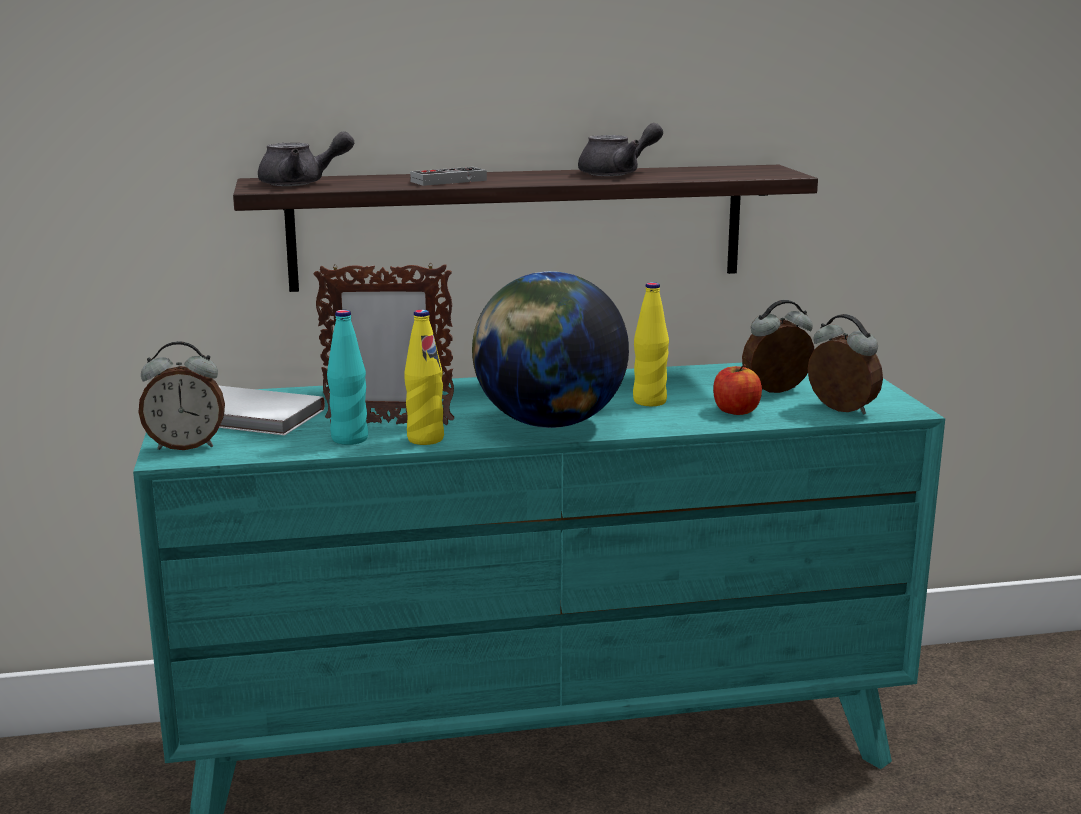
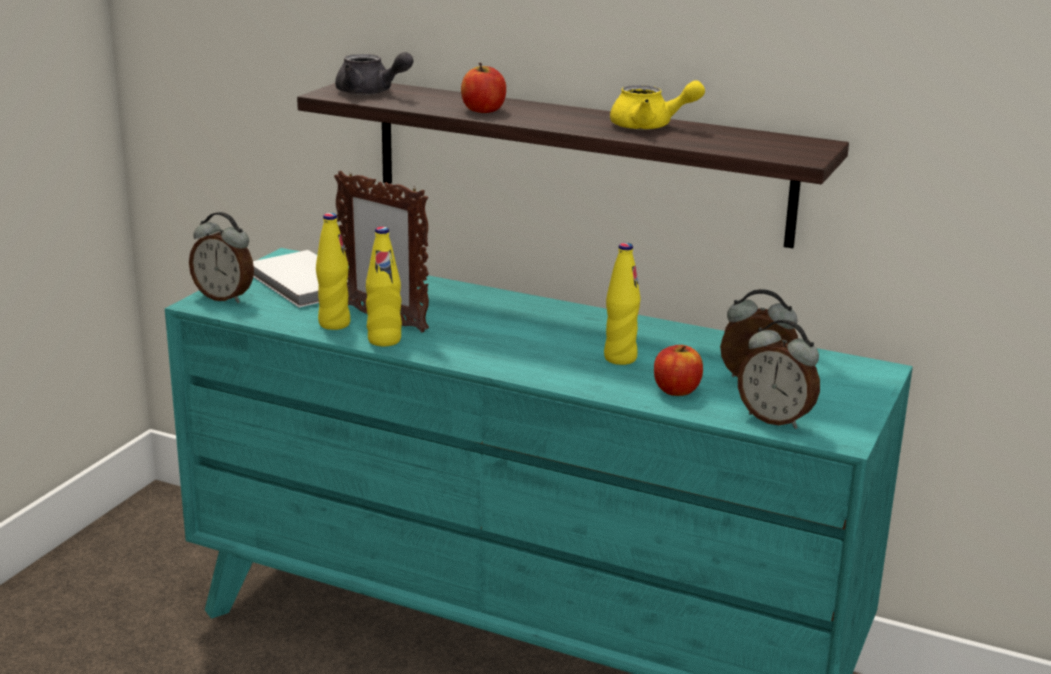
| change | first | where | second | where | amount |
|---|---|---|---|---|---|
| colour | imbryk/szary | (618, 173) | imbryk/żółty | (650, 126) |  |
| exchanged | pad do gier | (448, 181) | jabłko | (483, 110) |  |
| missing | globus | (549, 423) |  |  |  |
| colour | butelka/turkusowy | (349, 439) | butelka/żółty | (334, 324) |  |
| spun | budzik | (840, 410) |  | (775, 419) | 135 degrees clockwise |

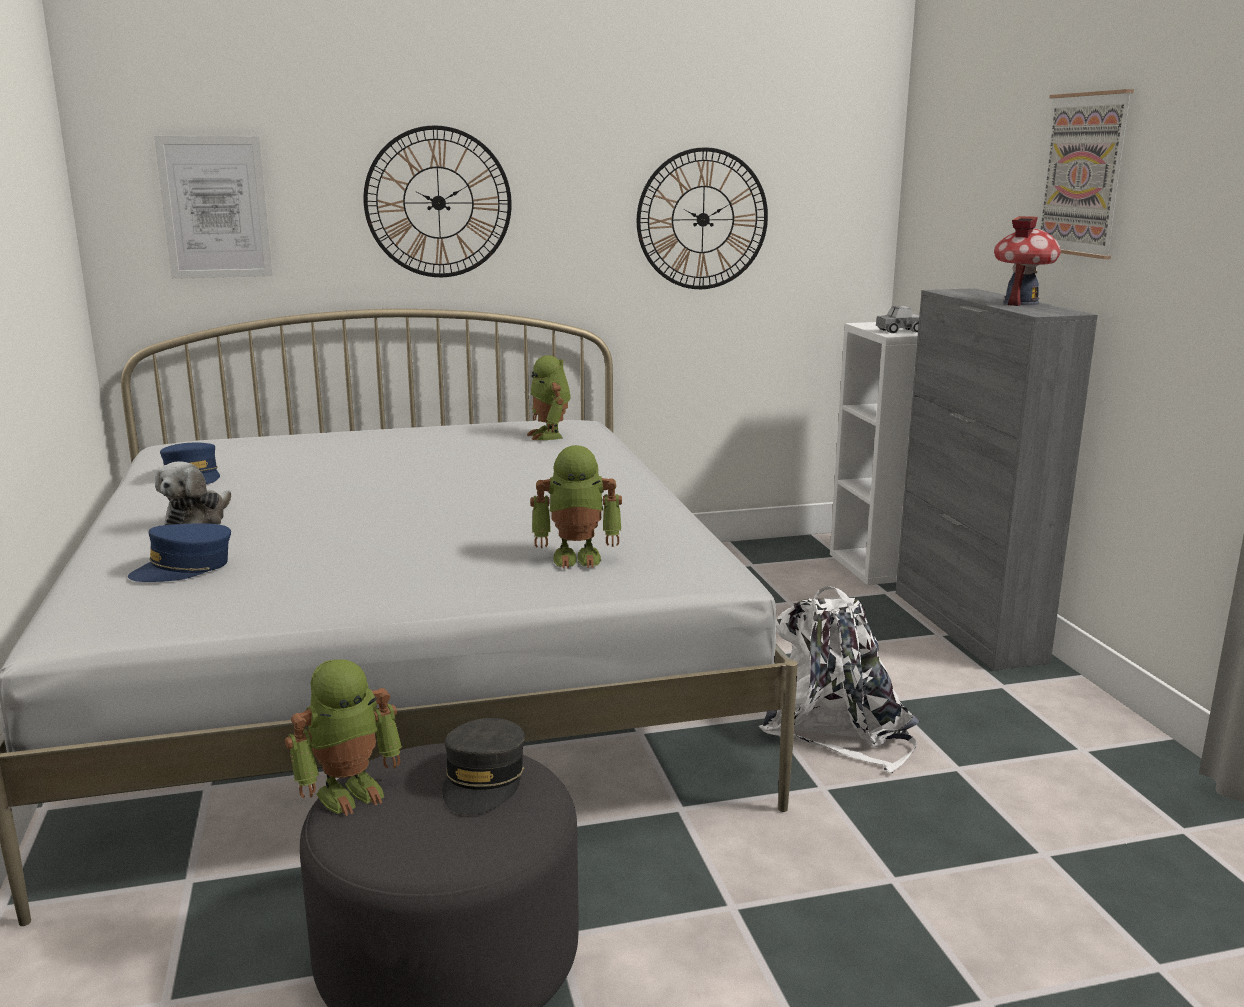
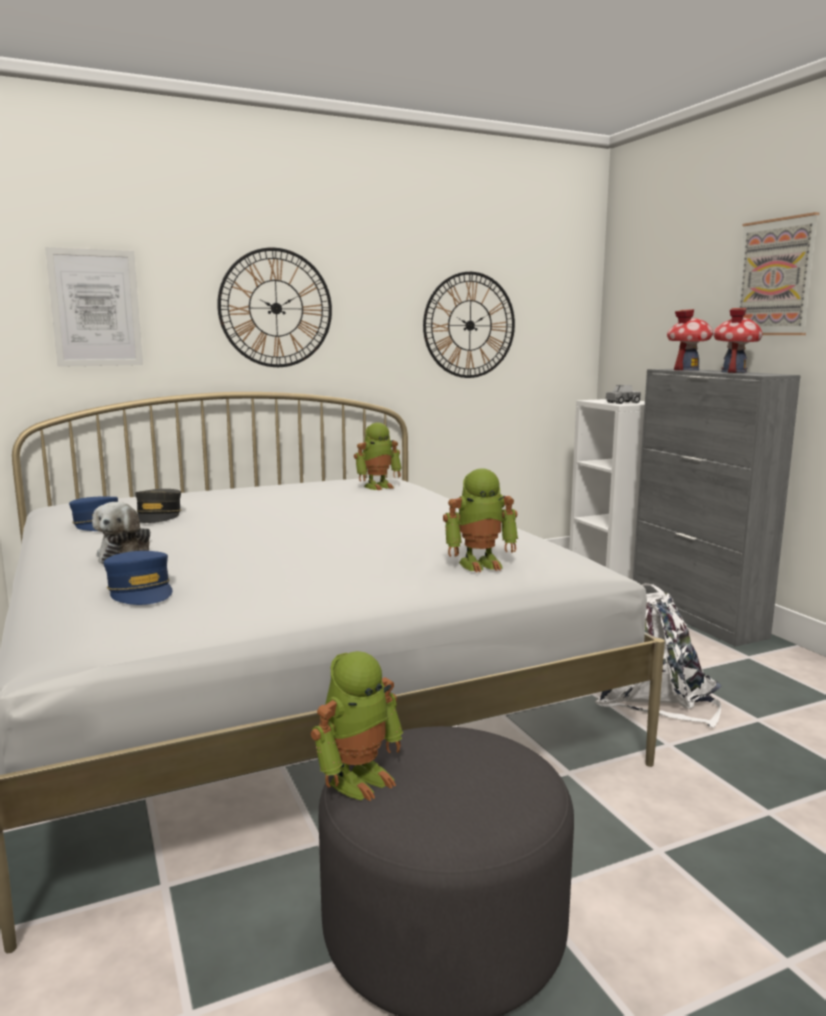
| change | first | where | second | where | amount |
|---|---|---|---|---|---|
| spun | robot zabawkowy | (550, 435) |  | (378, 486) | 90 degrees counterclockwise |
| spun | czapka z daszkiem/niebieski | (184, 568) |  | (141, 591) | 75 degrees counterclockwise |
| relocated | czapka z daszkiem/szary | (483, 781) |  | (158, 516) |  |
| appeared |  |  | domek | (686, 370) |  |

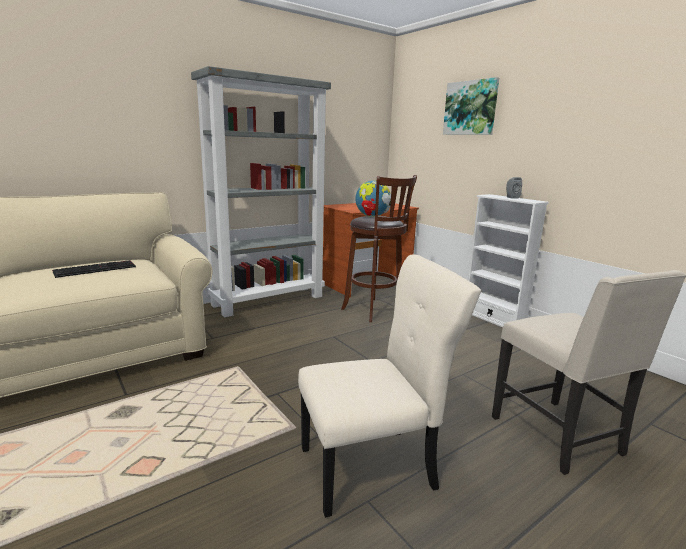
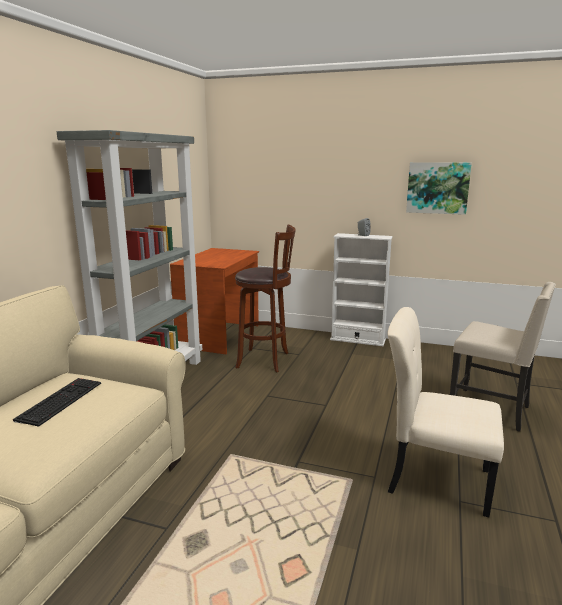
| change | first | where | second | where | amount |
|---|---|---|---|---|---|
| relocated | obraz | (470, 108) |  | (437, 188) |  |
| missing | globus | (372, 217) |  |  |  |
| spun | krzesło/beżowy | (372, 467) |  | (434, 479) | 105 degrees counterclockwise |

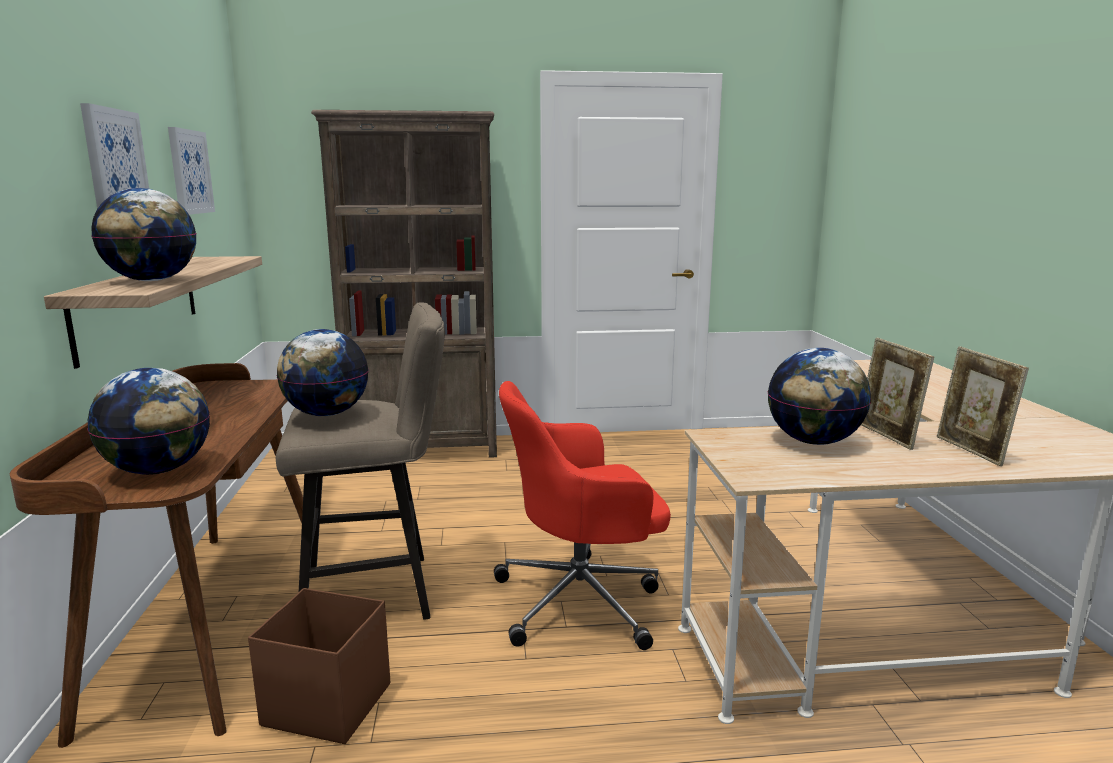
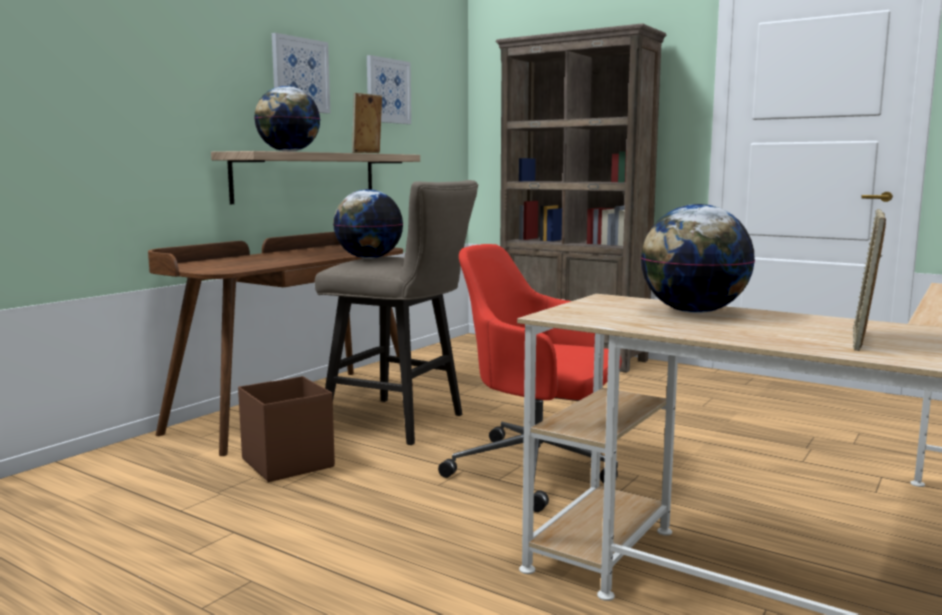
| change | first | where | second | where | amount |
|---|---|---|---|---|---|
| relocated | ramka na zdjęcie | (887, 436) |  | (367, 153) |  |
| missing | globus | (158, 470) |  |  |  |

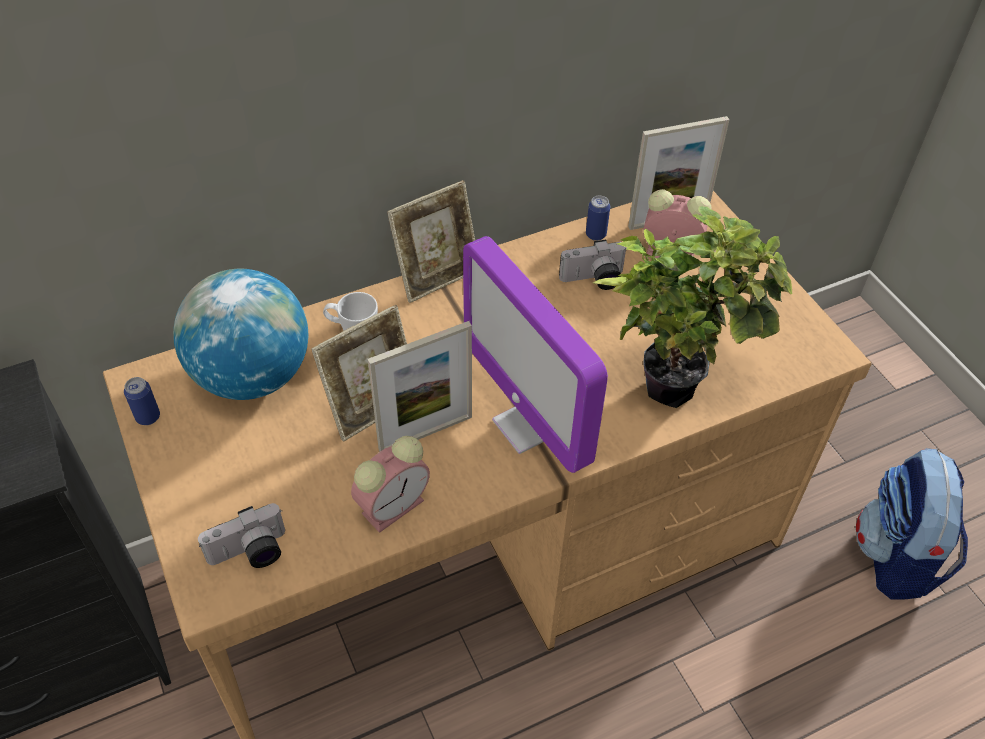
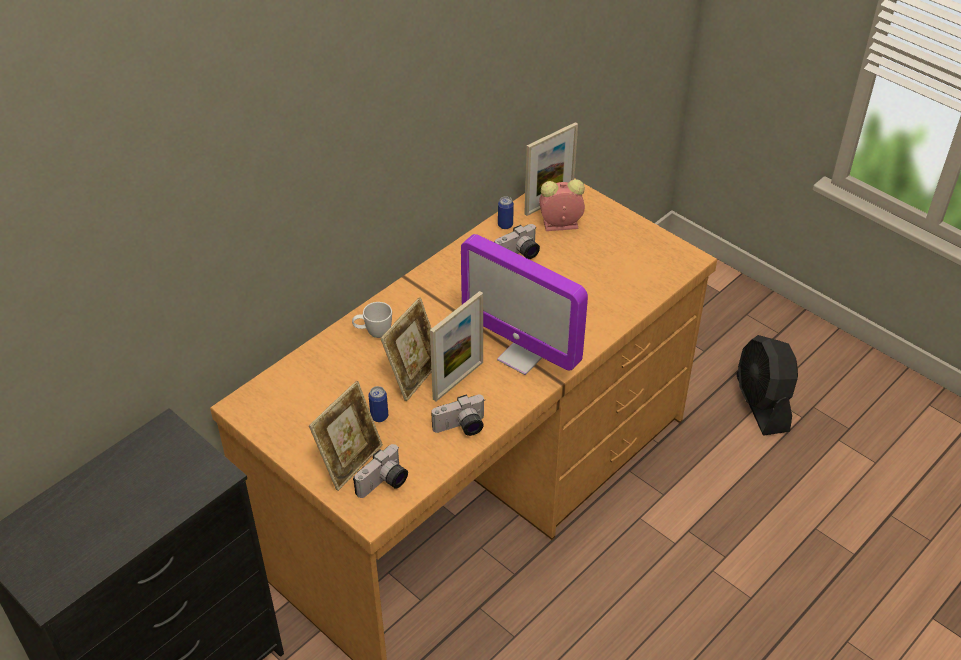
| change | first | where | second | where | amount |
|---|---|---|---|---|---|
| relocated | ramka na zdjęcie | (437, 276) |  | (350, 461) |  |
| missing | roślina doniczkowa | (674, 380) |  |  |  |
| missing | globus | (252, 375) |  |  |  |
| relocated | puszka | (148, 417) |  | (379, 416) |  |
| exchanged | budzik | (394, 505) | aparat fotograficzny | (461, 428) |  |
| exchanged | plecak | (896, 557) | wentylator/czarny | (762, 404) |  |

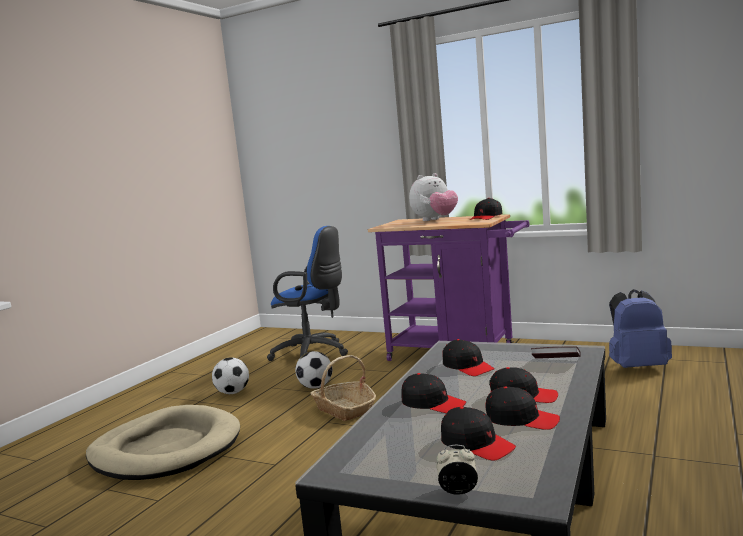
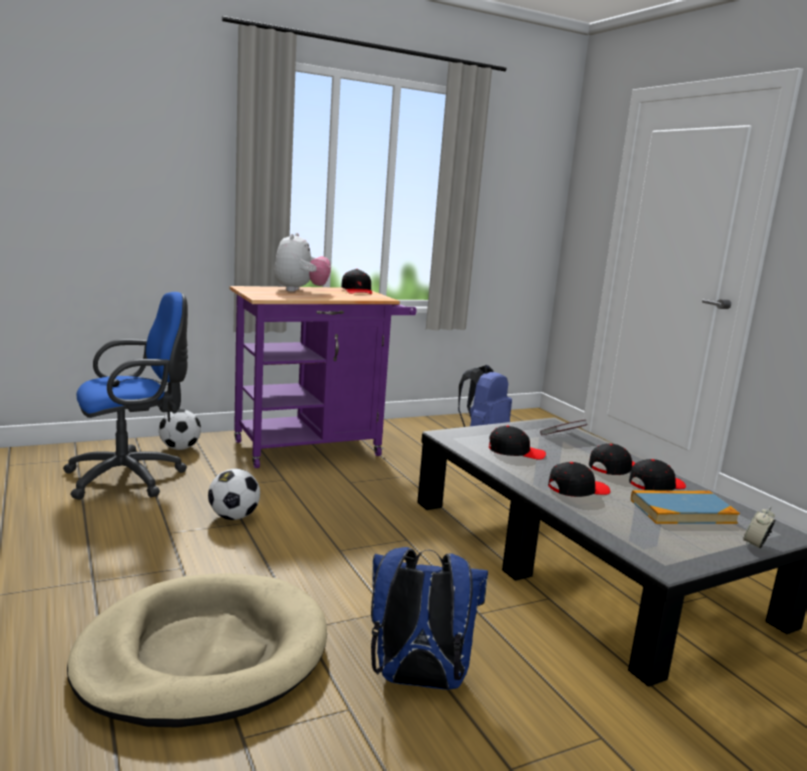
| change | first | where | second | where | amount |
|---|---|---|---|---|---|
| missing | koszyk | (345, 409) |  |  |  |
| relocated | piłka futbolowa | (233, 393) |  | (180, 448) |  |
| exchanged | czapka z daszkiem/czarny | (476, 444) | książka | (682, 511) |  |
| appeared |  |  | plecak/niebieski | (417, 681) |  |

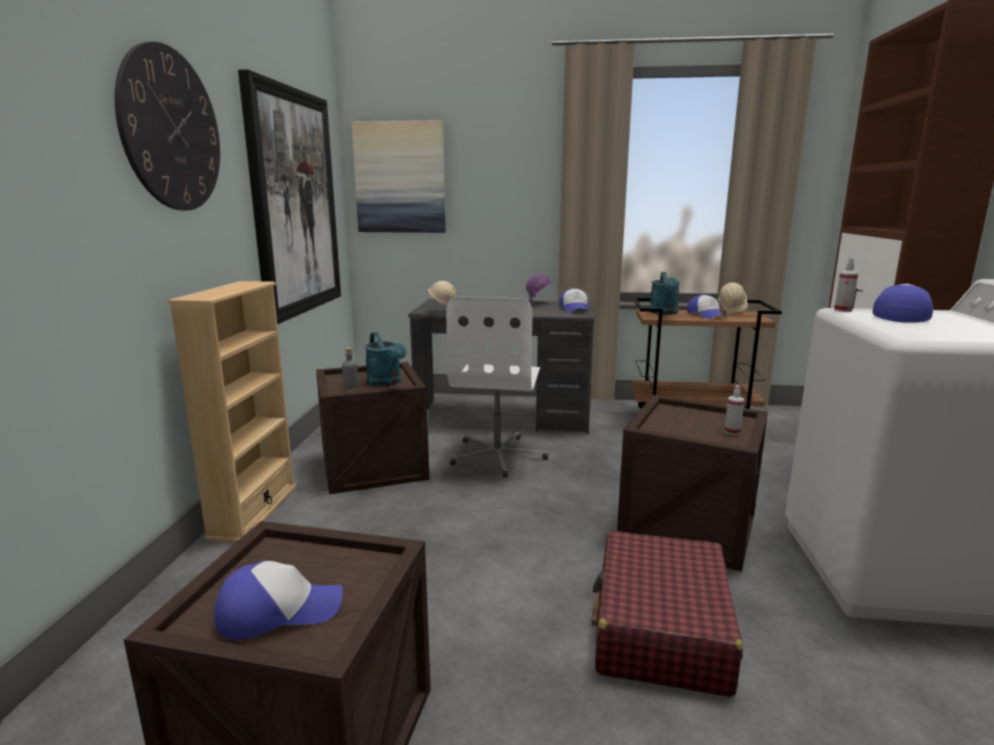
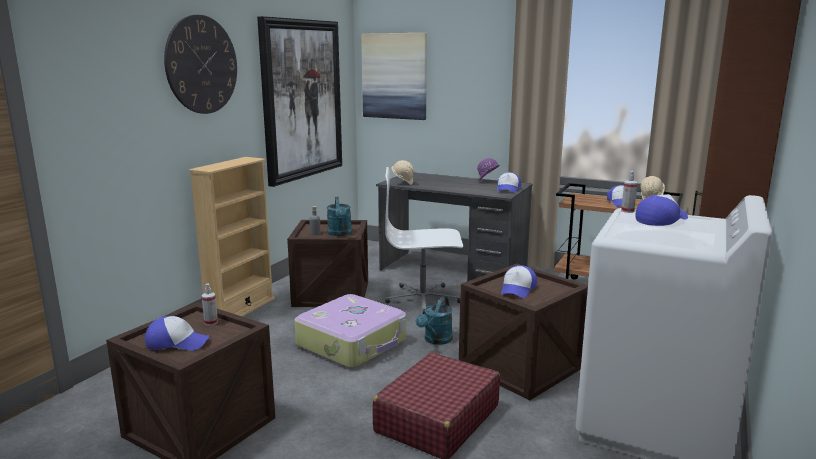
| change | first | where | second | where | amount |
|---|---|---|---|---|---|
| relocated | konewka/turkusowy | (664, 313) |  | (436, 340) |  |
| spun | krzesło biurowe/biały | (498, 455) |  | (423, 298) | 60 degrees clockwise |
| relocated | spryskiwacz | (732, 432) |  | (211, 322) |  |
| appeared |  |  | czapka z daszkiem | (518, 289) |  |
| appeared |  |  | walizka | (353, 343) |  |

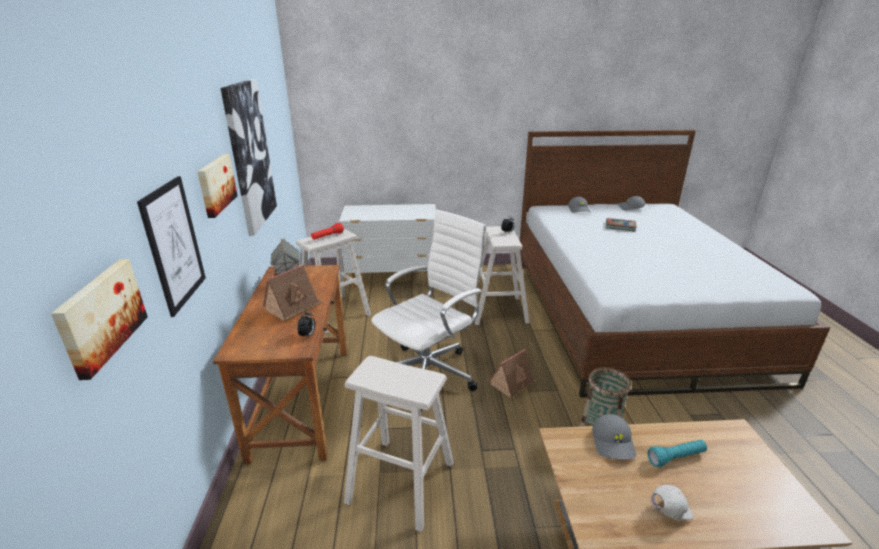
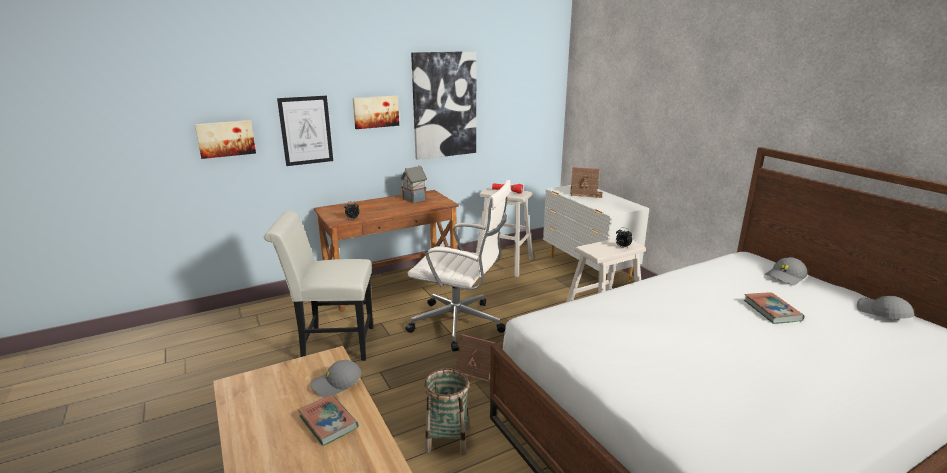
| change | first | where | second | where | amount |
|---|---|---|---|---|---|
| relocated | domek | (294, 307) |  | (586, 194) |  |
| exchanged | stołek/beżowy | (400, 482) | krzesło/biały | (332, 344) |  |
| exchanged | latarka/turkusowy | (676, 458) | książka | (328, 422) |  |
| missing | czapka z daszkiem/biały | (668, 511) |  |  |  |

